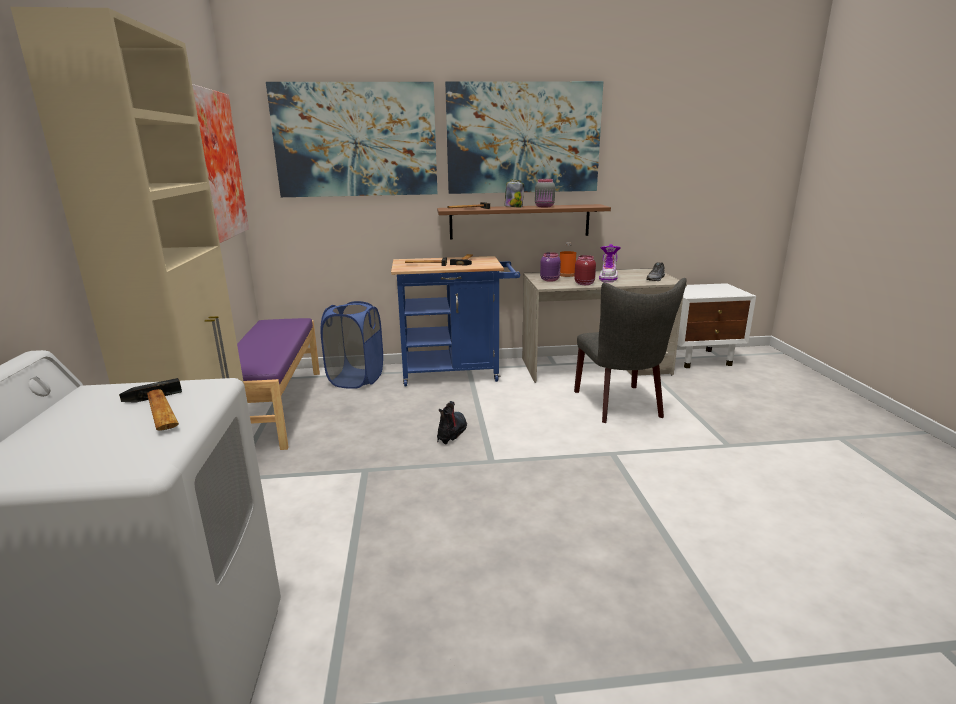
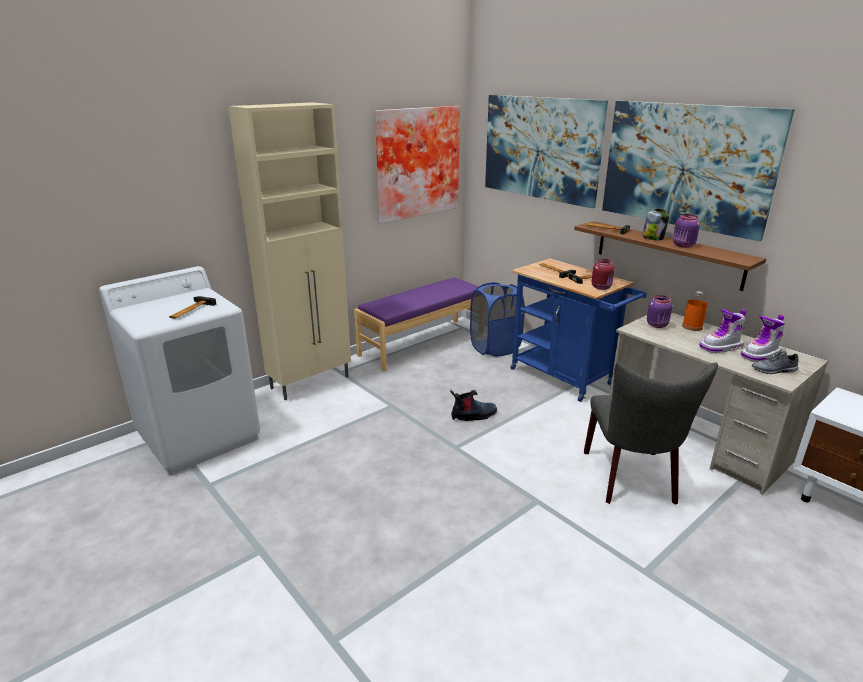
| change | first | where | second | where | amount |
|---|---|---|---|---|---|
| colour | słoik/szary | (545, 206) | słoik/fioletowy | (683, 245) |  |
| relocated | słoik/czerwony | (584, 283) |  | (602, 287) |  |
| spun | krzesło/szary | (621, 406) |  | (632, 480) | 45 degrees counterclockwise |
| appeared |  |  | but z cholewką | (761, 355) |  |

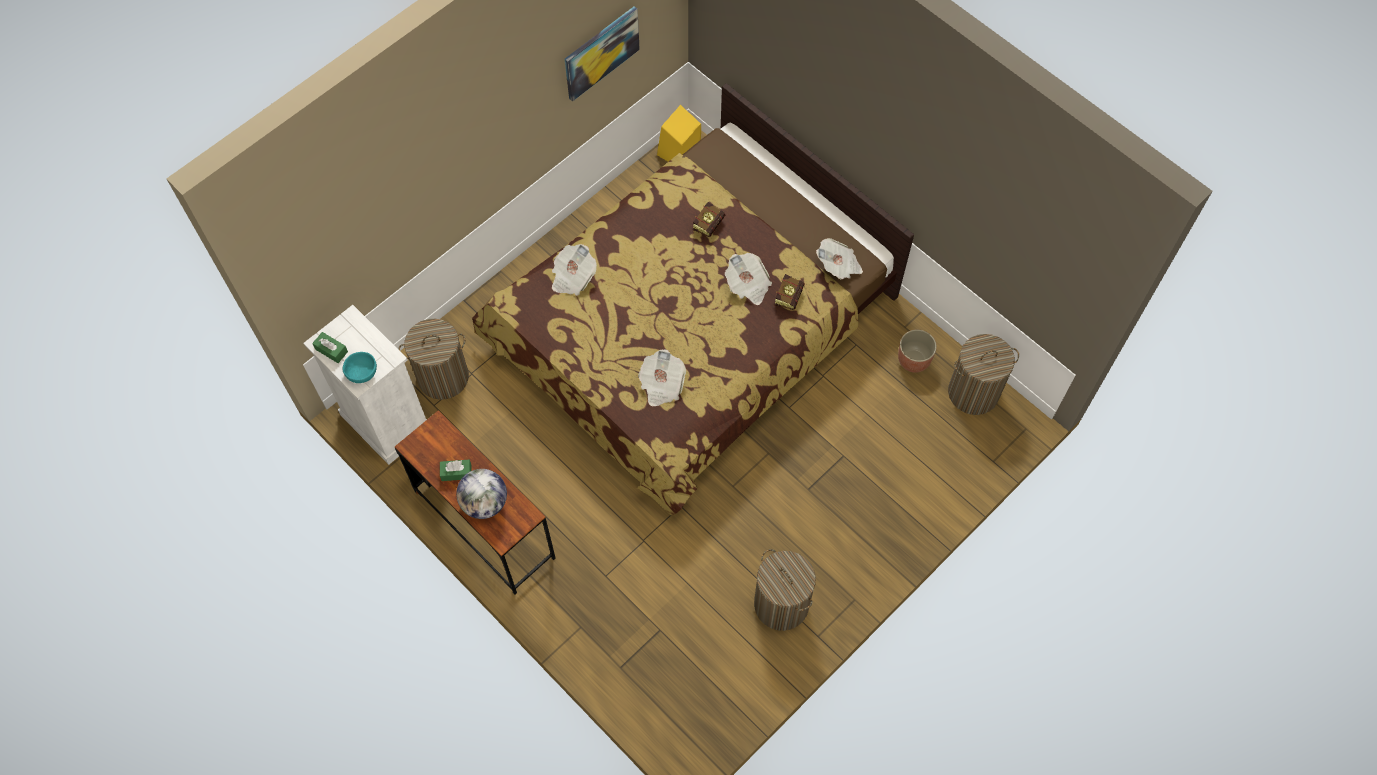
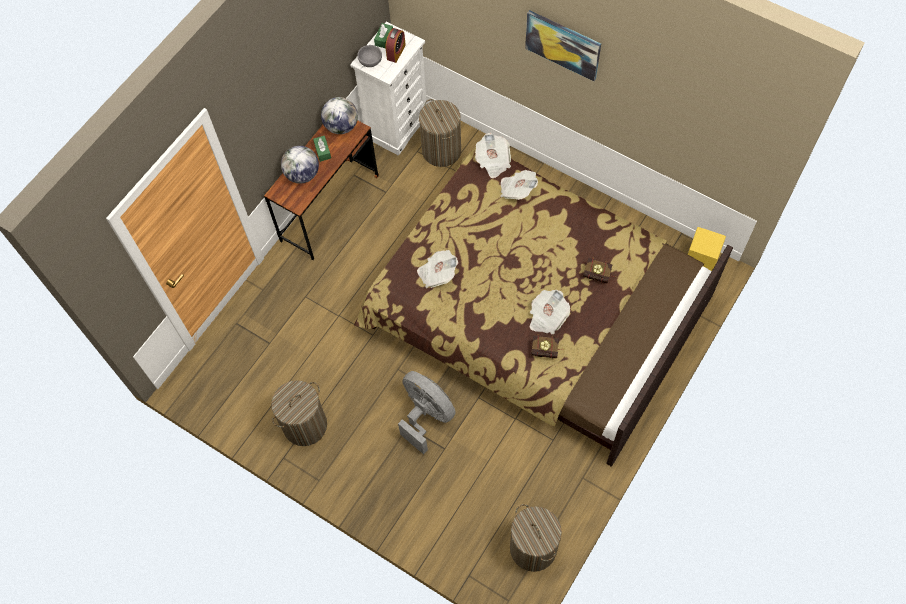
| change | first | where | second | where | amount |
|---|---|---|---|---|---|
| relocated | obraz | (601, 52) |  | (563, 44) |  |
| relocated | gazeta | (838, 266) |  | (493, 161) |  |
| missing | donica | (914, 360) |  |  |  |
| colour | miska/turkusowy | (362, 373) | miska/szary | (370, 62) |  |
| appeared |  |  | budzik | (396, 52) |  |
| appeared |  |  | globus | (341, 126) |  |
| appeared |  |  | wentylator/szary | (426, 415) |  |

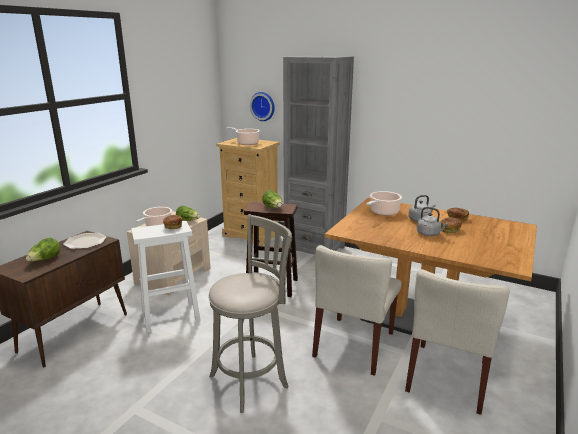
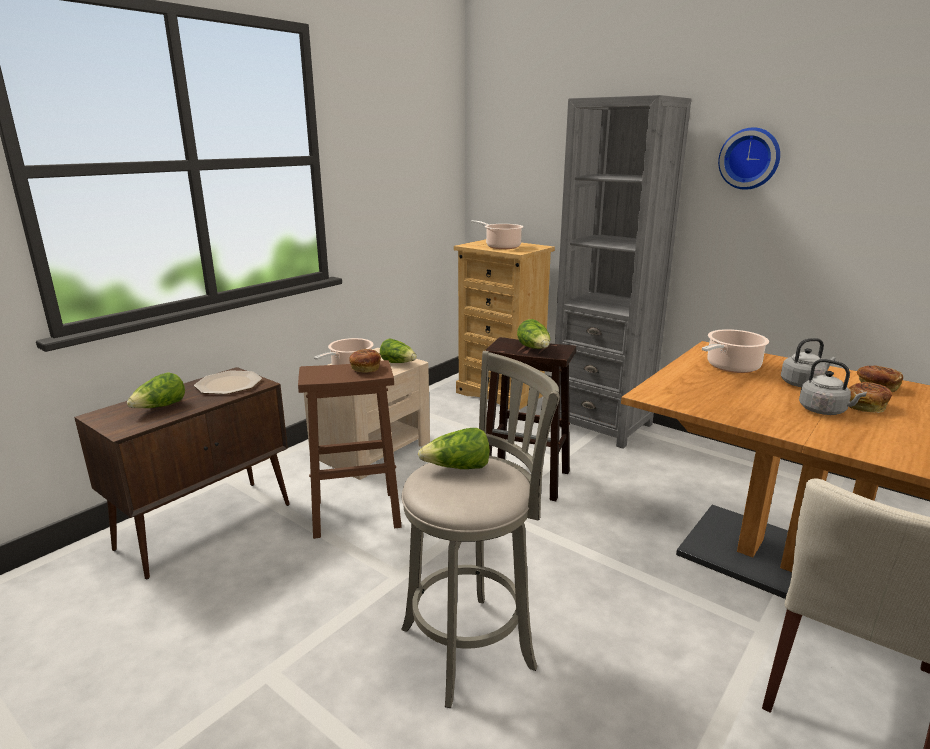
| change | first | where | second | where | amount |
|---|---|---|---|---|---|
| relocated | zegar ścienny | (263, 106) |  | (750, 158) |  |
| colour | stołek/biały | (171, 315) | stołek/brązowy | (357, 513) |  |
| missing | krzesło/beżowy | (354, 345) |  |  |  |
| appeared |  |  | sałata | (458, 468) |  |

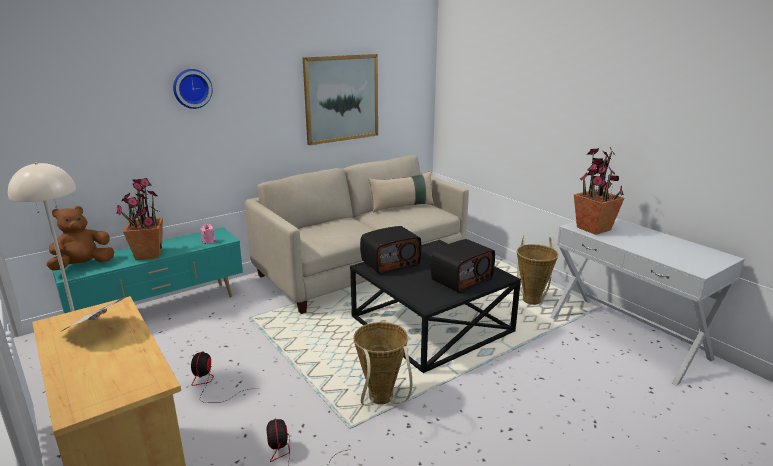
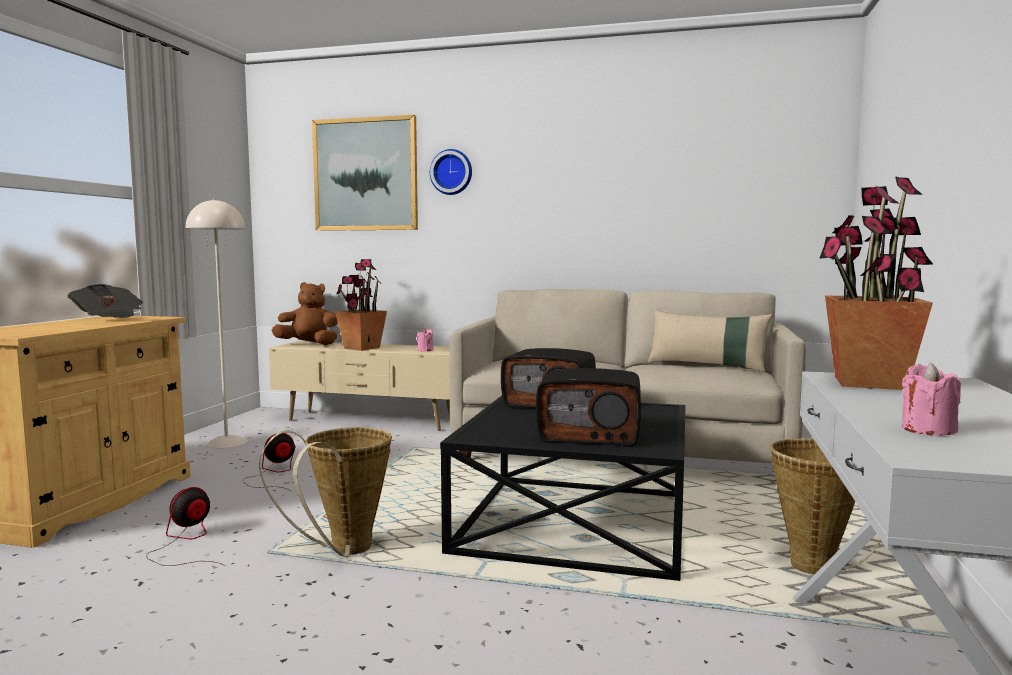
| change | first | where | second | where | amount |
|---|---|---|---|---|---|
| relocated | obraz | (341, 98) |  | (365, 174) |  |
| colour | szafka pod telewizor/turkusowy | (161, 310) | szafka pod telewizor/beżowy | (370, 421) |  |
| appeared |  |  | świeca/różowy | (927, 430) |  |

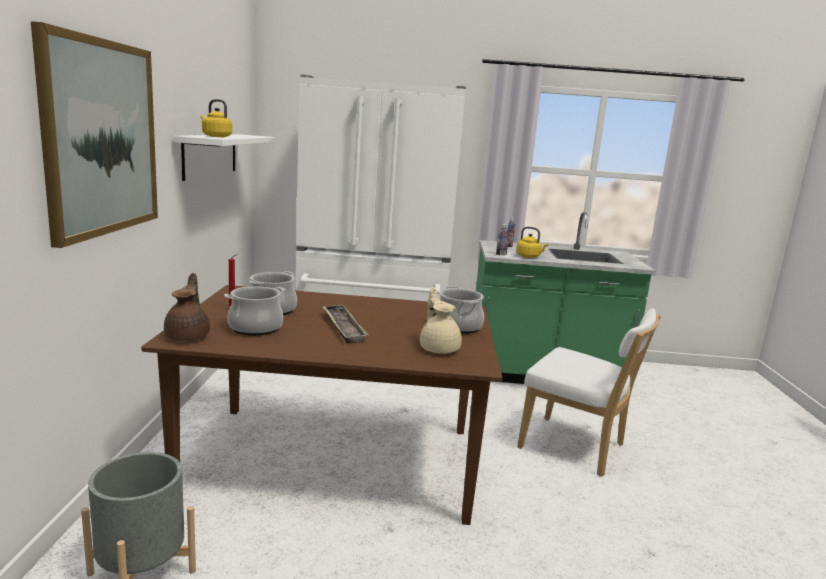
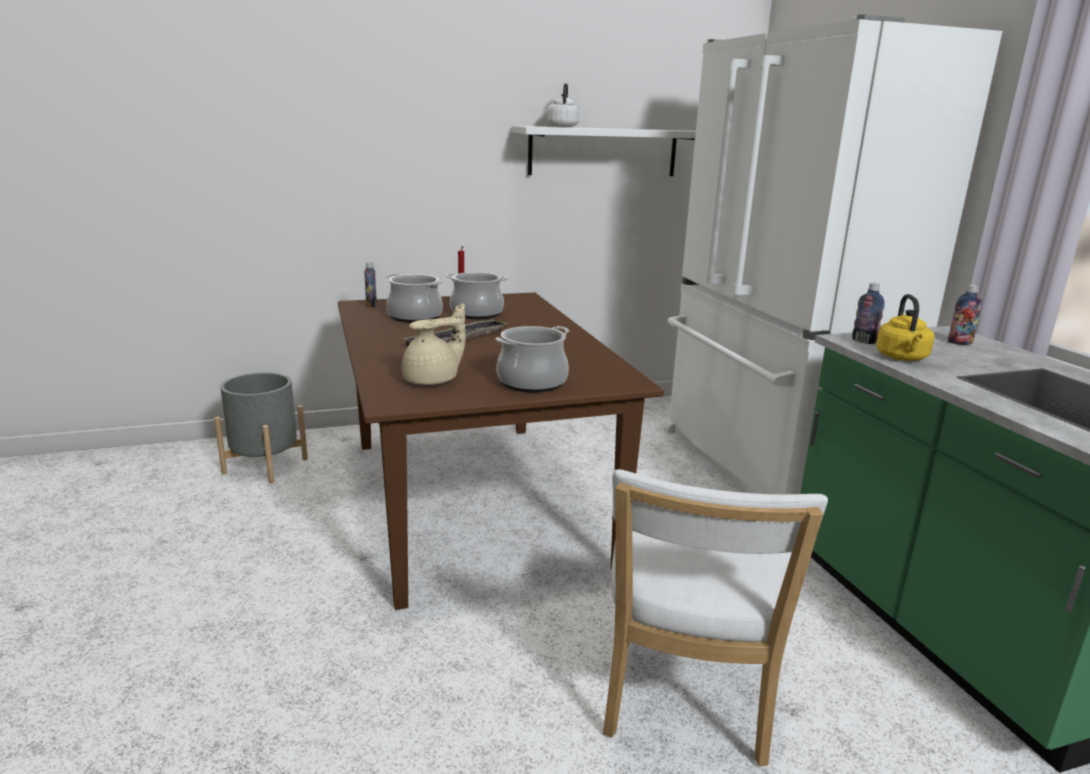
| change | first | where | second | where | amount |
|---|---|---|---|---|---|
| missing | obraz | (101, 138) |  |  |  |
| colour | czajnik/żółty | (215, 136) | czajnik/biały | (563, 127) |  |
| exchanged | imbryk/brązowy | (188, 336) | butelka | (371, 305) |  |

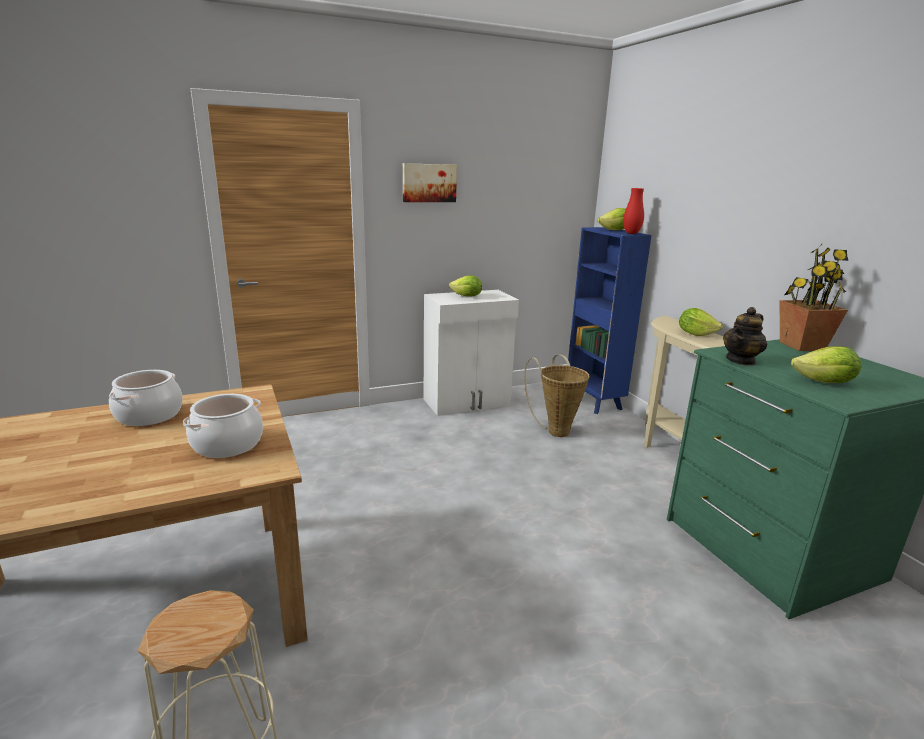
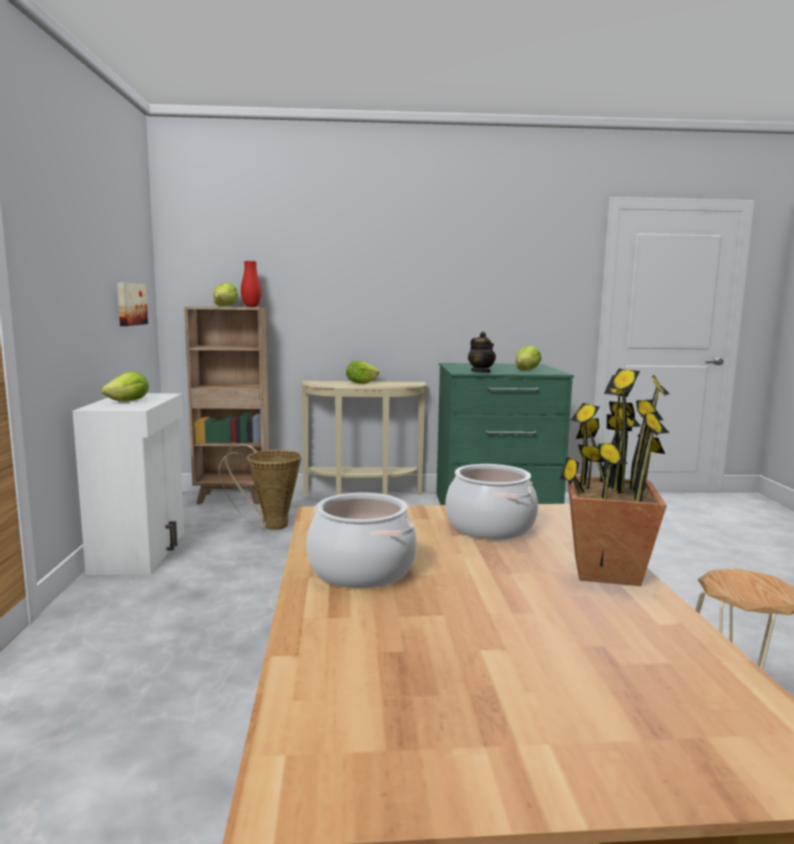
| change | first | where | second | where | amount |
|---|---|---|---|---|---|
| relocated | obraz | (429, 183) |  | (130, 304) |  |
| colour | regał/niebieski | (594, 401) | regał/brązowy | (233, 498) |  |
| relocated | roślina doniczkowa | (801, 346) |  | (605, 571) |  |

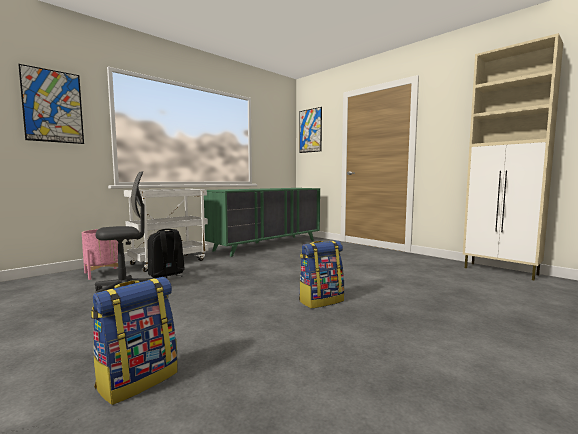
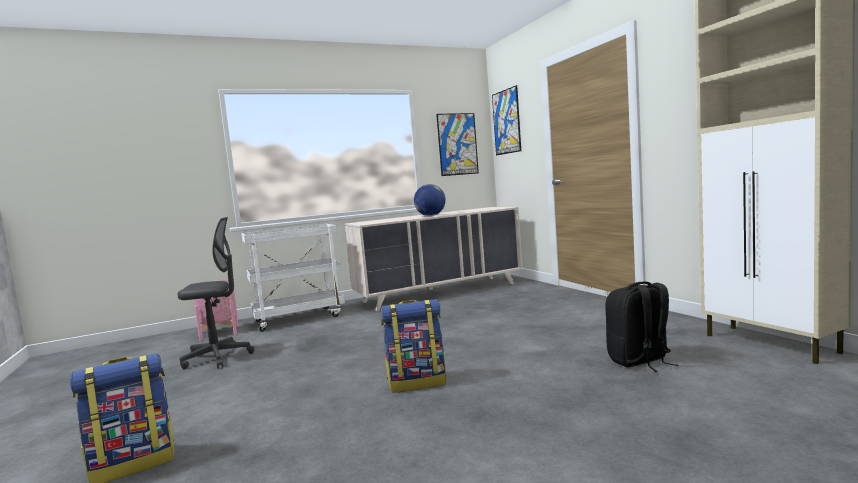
| change | first | where | second | where | amount |
|---|---|---|---|---|---|
| relocated | obraz | (53, 106) |  | (457, 144) |  |
| colour | komoda/zielony | (267, 245) | komoda/beżowy | (440, 293) |  |
| relocated | plecak/czarny | (166, 275) |  | (640, 361) |  |
| appeared |  |  | globus | (430, 216) |  |

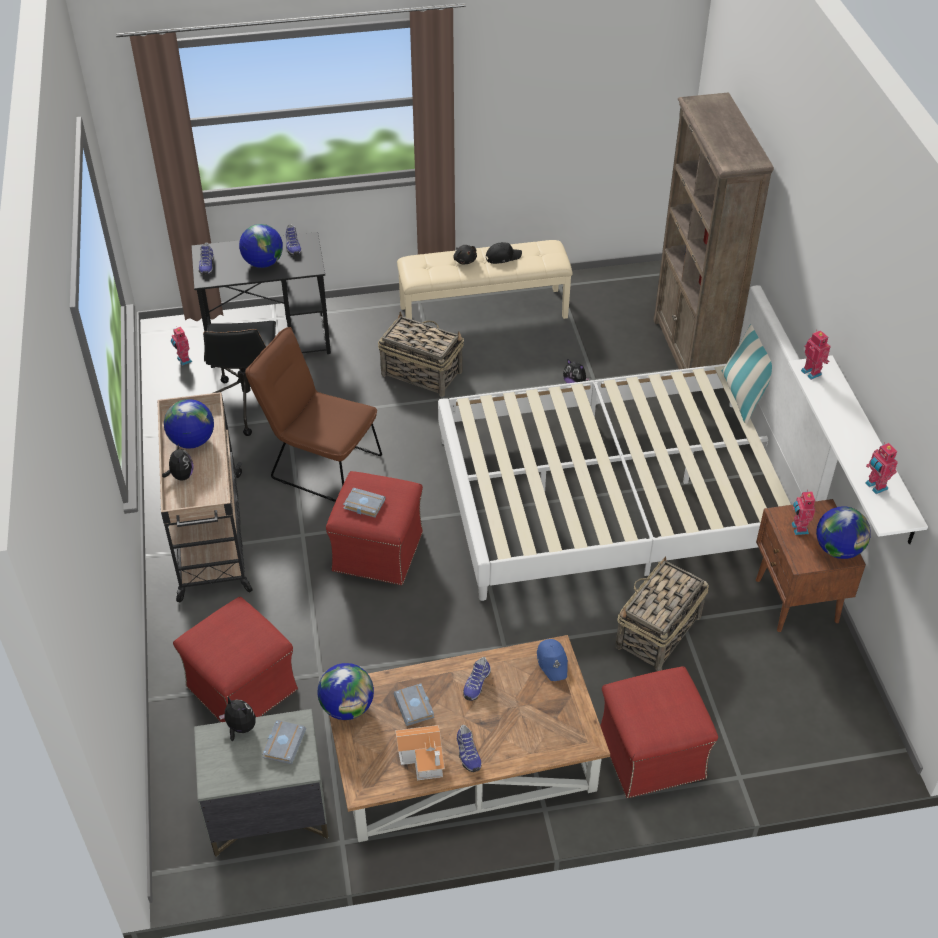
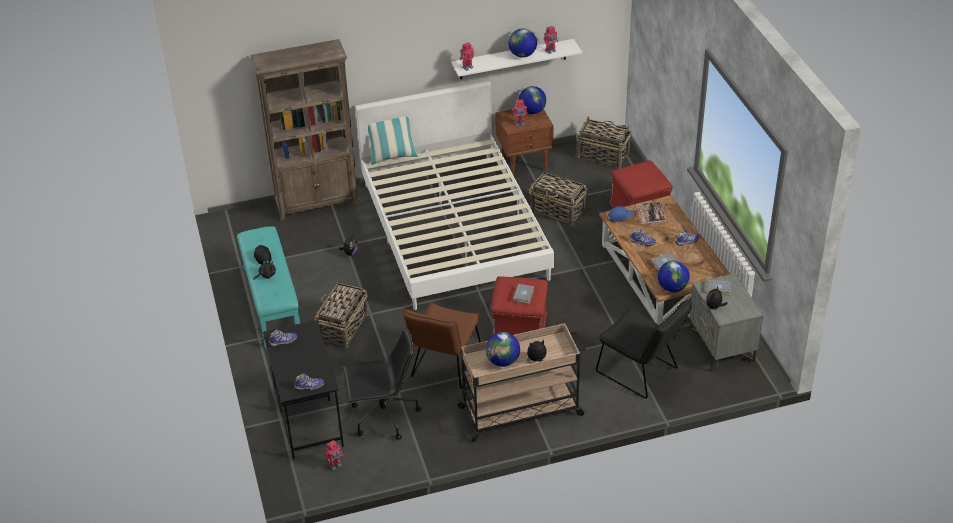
| change | first | where | second | where | amount |
|---|---|---|---|---|---|
| relocated | globus | (263, 263) |  | (522, 55) |  |
| colour | ławka/beżowy | (483, 311) | ławka/turkusowy | (271, 302) |  |
| exchanged | pufa/czerwony | (241, 687) | krzesło/czarny | (641, 373) |  |
| missing | domek | (424, 758) |  |  |  |
| appeared |  |  | koszyk | (602, 155) |  |
| appeared |  |  | książka | (650, 213) |  |

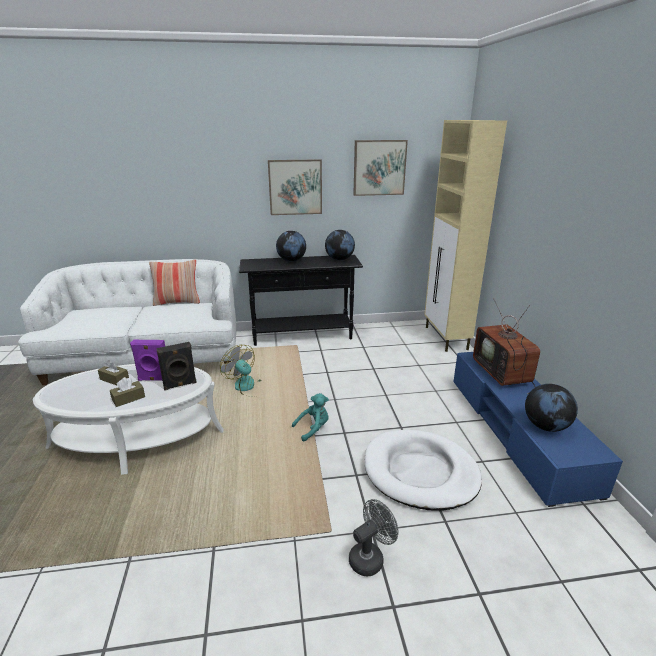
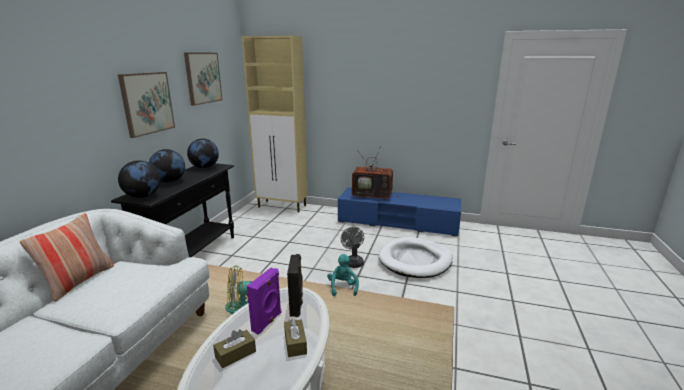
| change | first | where | second | where | amount |
|---|---|---|---|---|---|
| relocated | globus | (545, 426) |  | (143, 196) |  |
| relocated | wentylator/szary | (370, 557) |  | (353, 261) |  |

